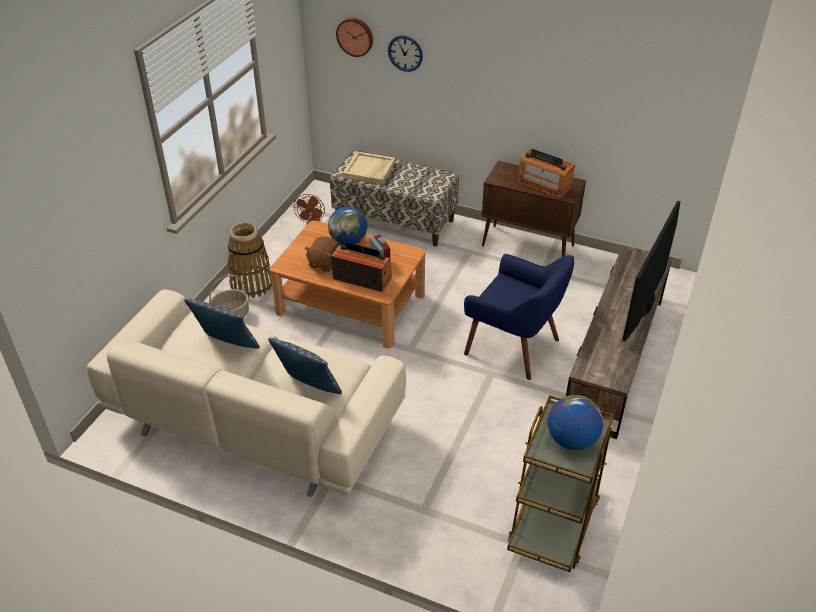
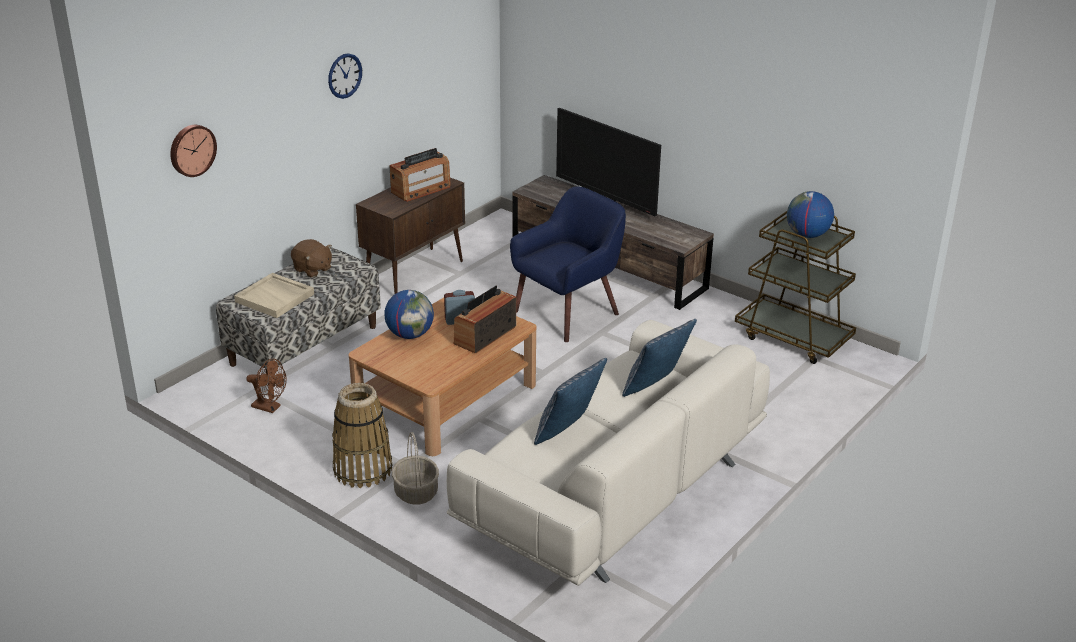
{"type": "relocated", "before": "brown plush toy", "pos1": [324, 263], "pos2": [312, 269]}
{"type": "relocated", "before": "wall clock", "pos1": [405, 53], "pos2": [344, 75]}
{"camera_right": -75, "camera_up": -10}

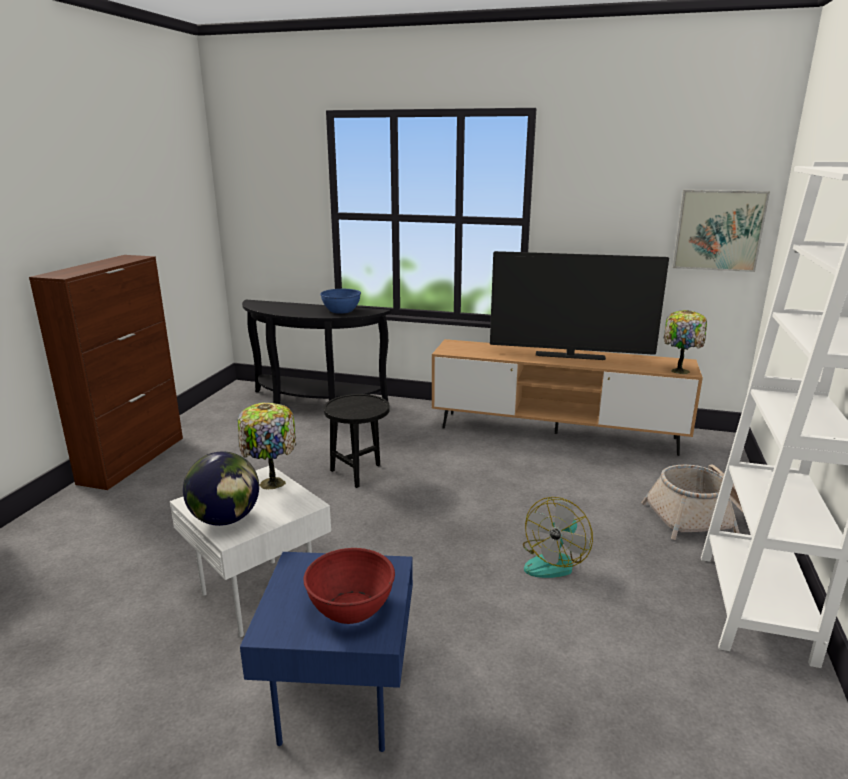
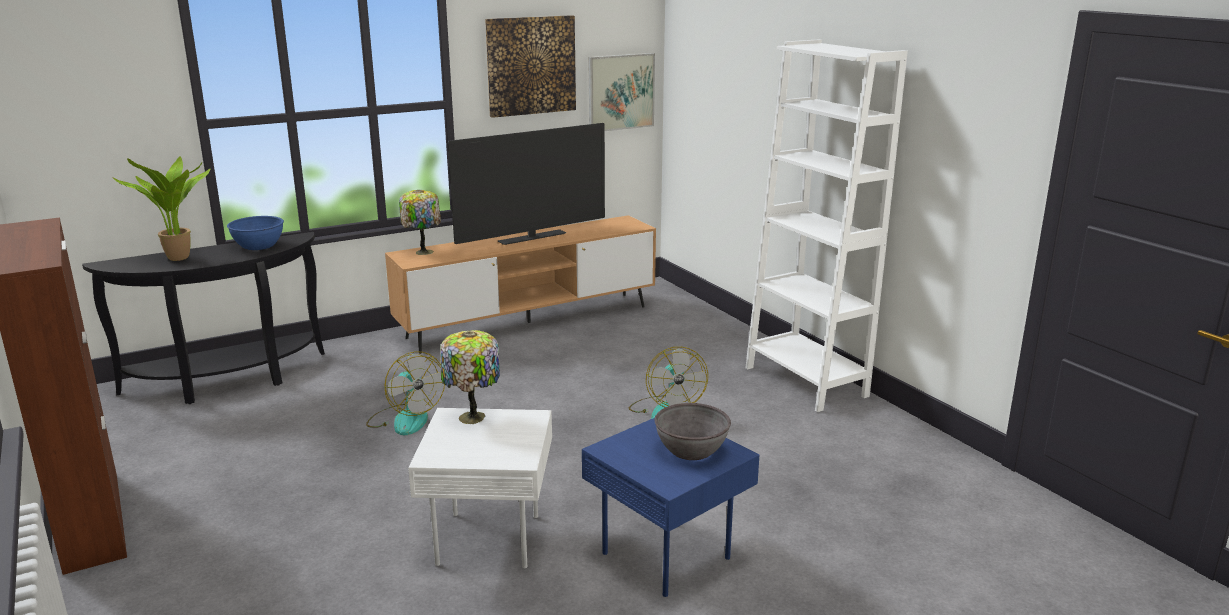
{"type": "missing", "before": "globe", "pos1": [225, 519]}
{"type": "missing", "before": "basket", "pos1": [700, 518]}
{"type": "appeared", "after": "potted plant", "pos2": [181, 259]}
{"type": "appeared", "after": "picture", "pos2": [531, 65]}
{"type": "relocated", "before": "table lamp", "pos1": [679, 370], "pos2": [423, 251]}
{"type": "exchanged", "before": "black side table", "after": "fan", "pos1": [359, 472], "pos2": [405, 419]}
{"type": "colour", "before": "red bowl", "after": "grey bowl", "pos1": [350, 607], "pos2": [691, 450]}
{"camera_right": -45, "camera_up": 0}

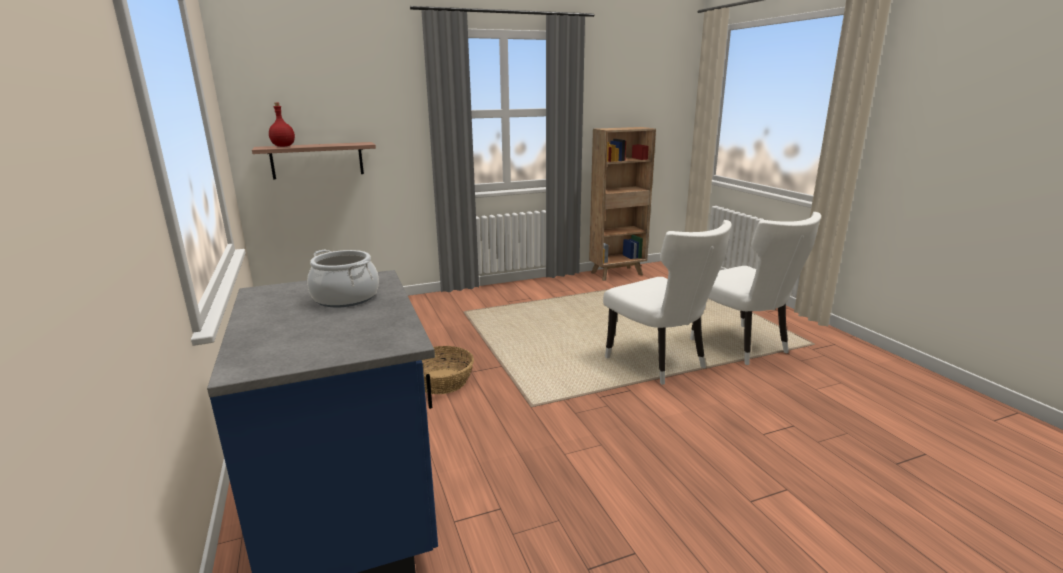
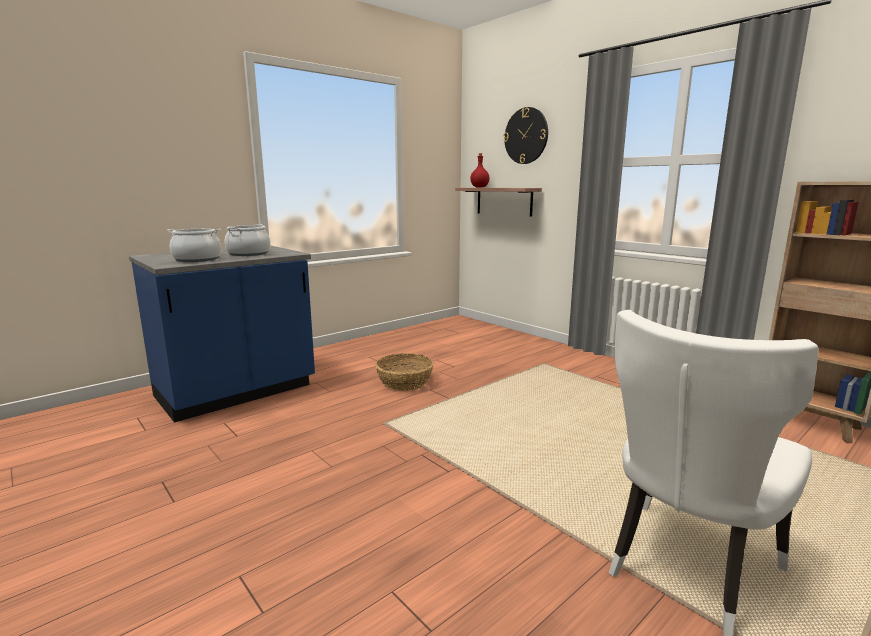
{"type": "missing", "before": "white chair", "pos1": [660, 363]}
{"type": "appeared", "after": "cooking pot", "pos2": [197, 259]}
{"type": "appeared", "after": "wall clock", "pos2": [526, 136]}
{"camera_right": 70, "camera_up": -5}

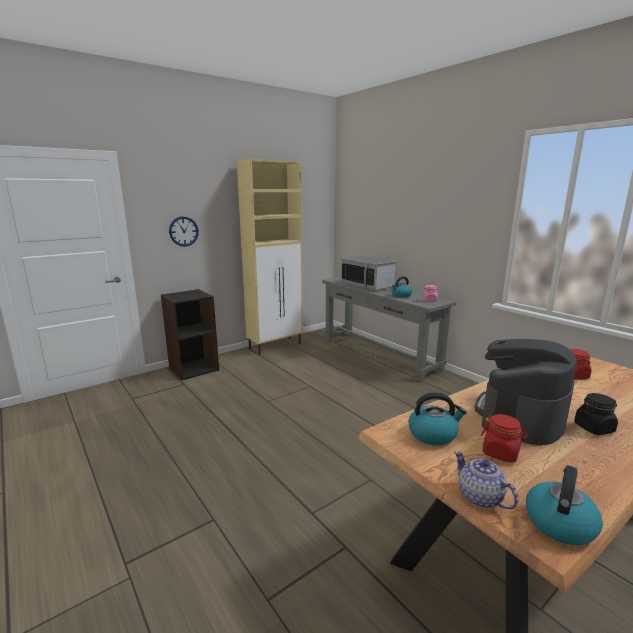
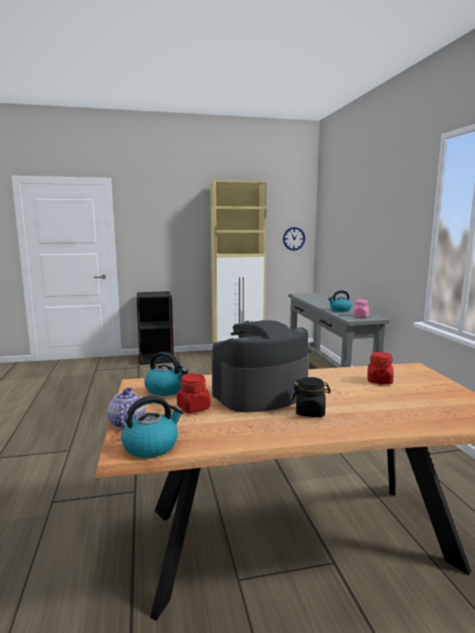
{"type": "missing", "before": "microwave", "pos1": [367, 286]}
{"type": "relocated", "before": "wall clock", "pos1": [183, 231], "pos2": [294, 238]}
{"camera_right": 25, "camera_up": -5}

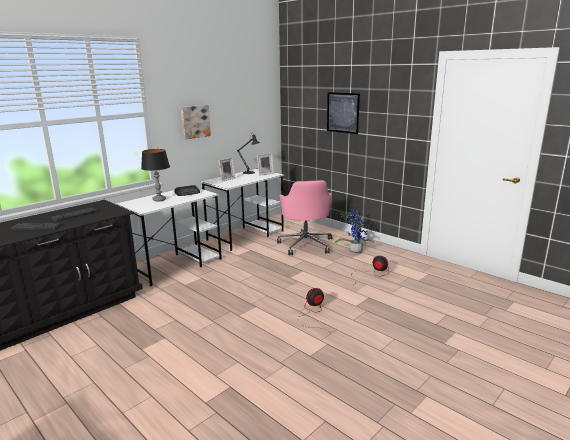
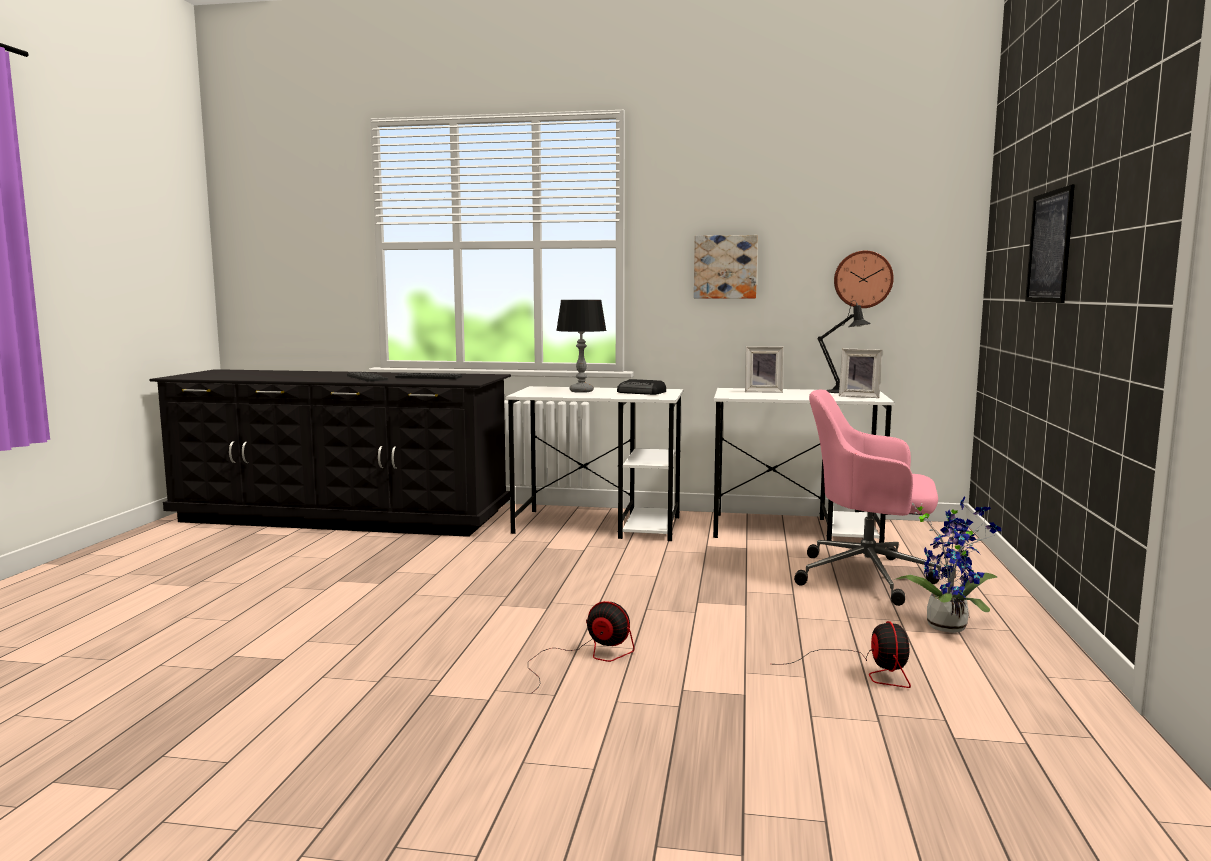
{"type": "appeared", "after": "wall clock", "pos2": [862, 279]}
{"type": "spun", "before": "pink office chair", "pos1": [306, 244], "pos2": [868, 577], "turn": 60}
{"camera_right": 55, "camera_up": -10}

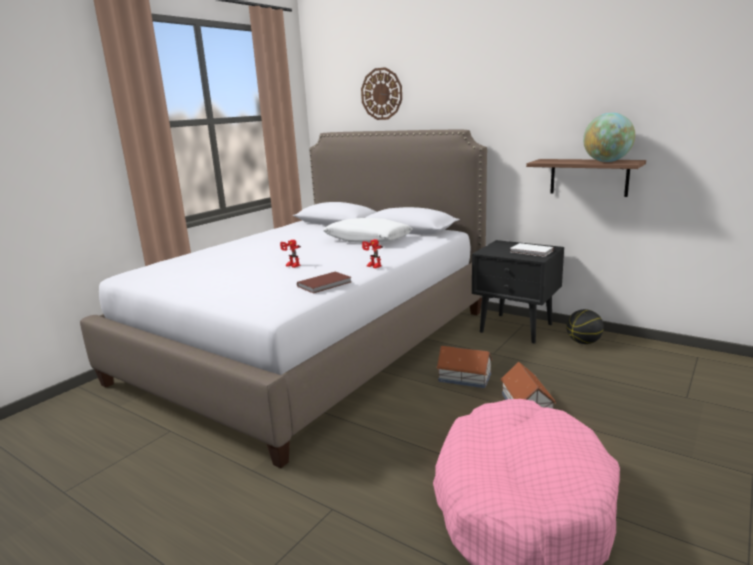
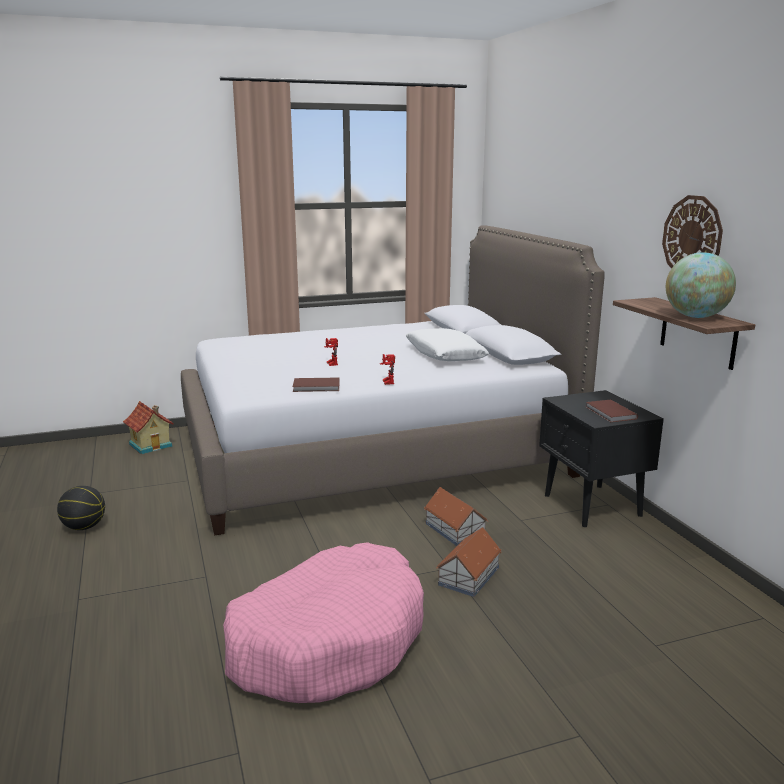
{"type": "appeared", "after": "toy house", "pos2": [151, 445]}
{"type": "relocated", "before": "wall clock", "pos1": [381, 94], "pos2": [692, 237]}
{"type": "relocated", "before": "basketball", "pos1": [583, 342], "pos2": [84, 527]}
{"type": "colour", "before": "white book", "after": "brown book", "pos1": [531, 251], "pos2": [610, 413]}
{"camera_right": 35, "camera_up": 0}

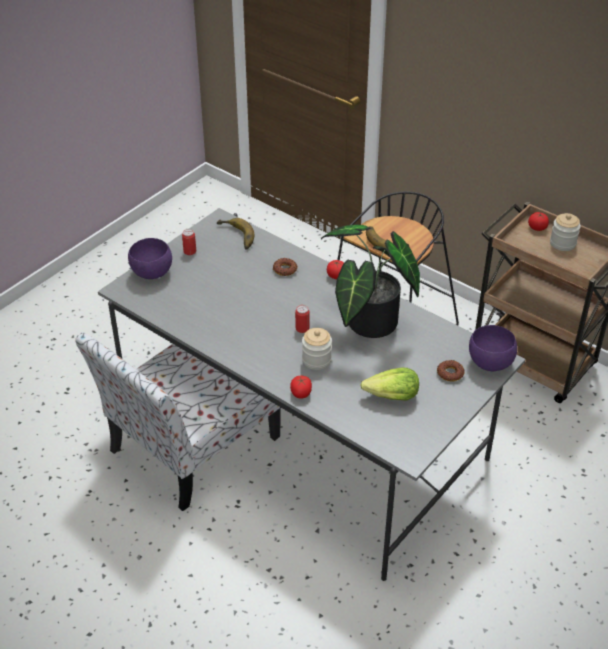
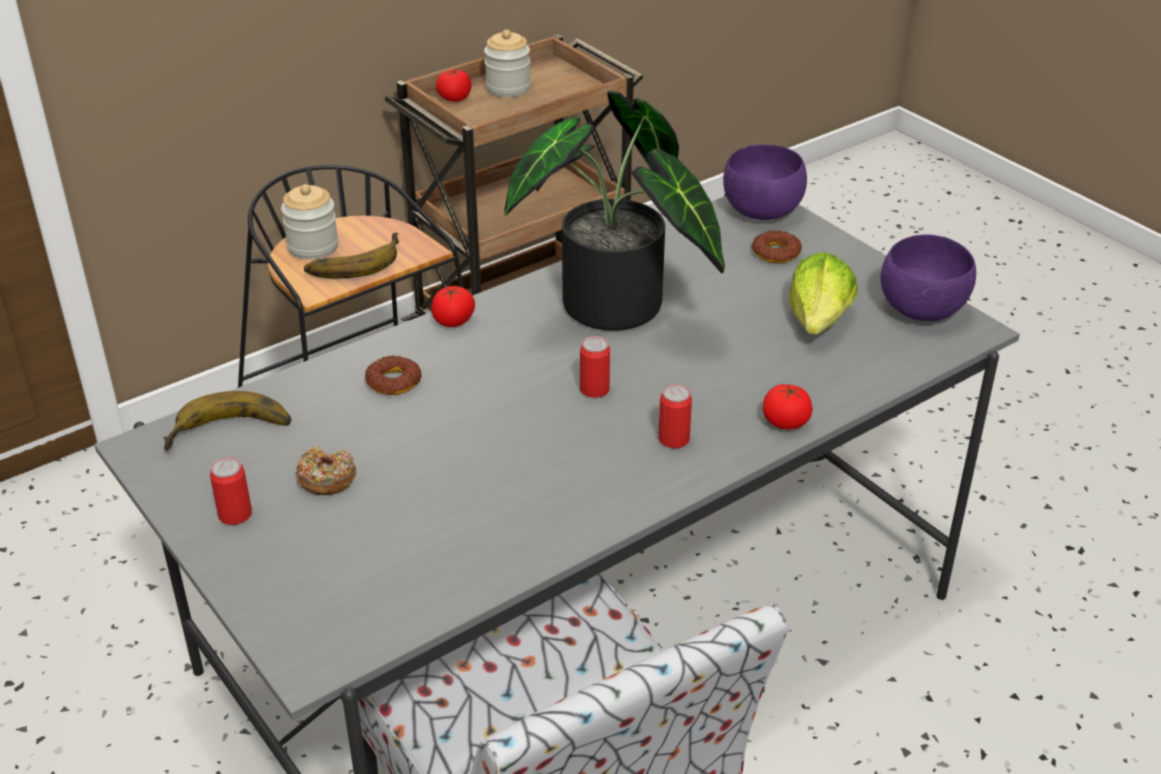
{"type": "appeared", "after": "donut", "pos2": [326, 479]}
{"type": "appeared", "after": "can", "pos2": [673, 439]}
{"type": "relocated", "before": "purple bowl", "pos1": [151, 273], "pos2": [924, 311]}
{"type": "relocated", "before": "jar", "pos1": [316, 360], "pos2": [313, 247]}
{"camera_right": -75, "camera_up": -5}

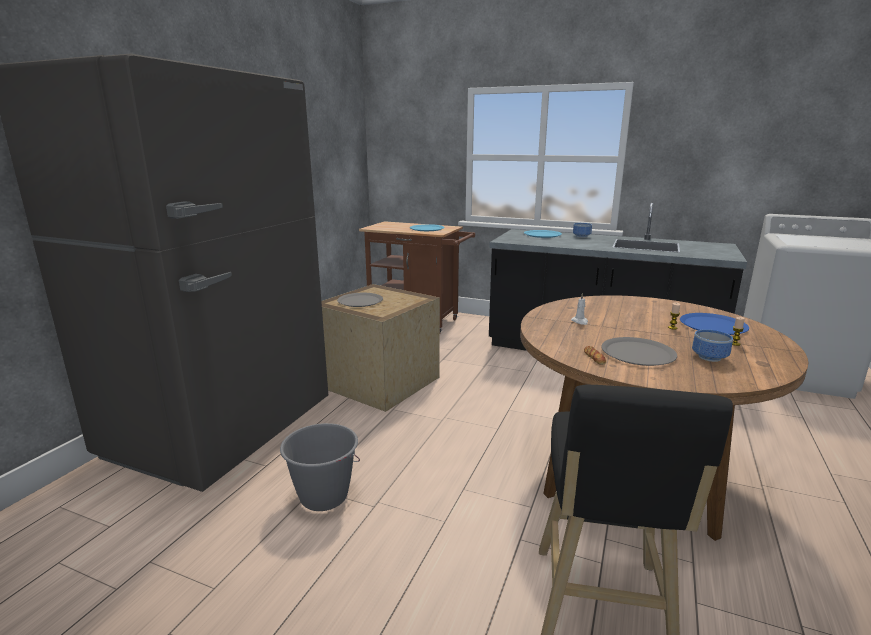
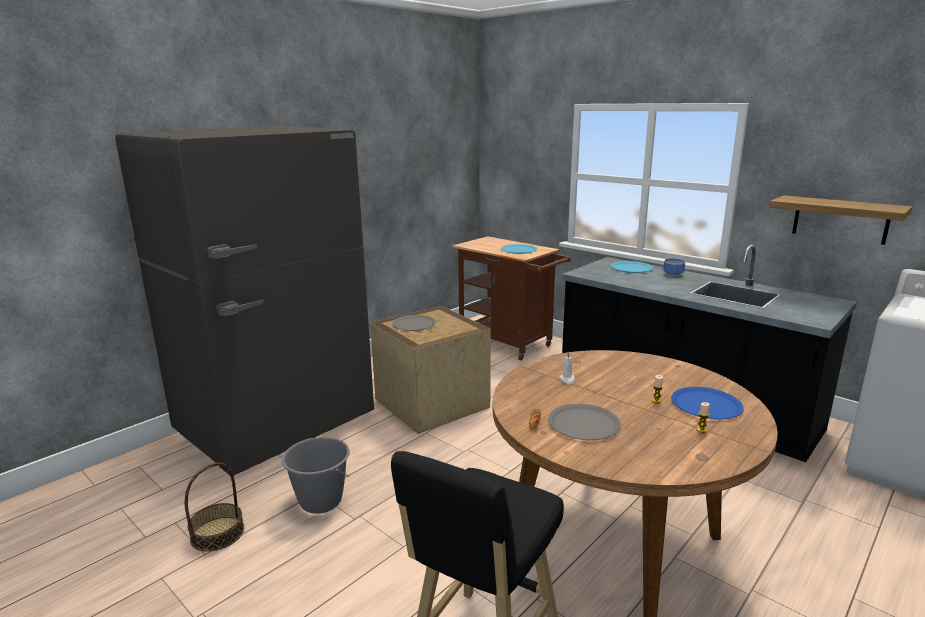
{"type": "missing", "before": "bowl", "pos1": [708, 357]}
{"type": "appeared", "after": "basket", "pos2": [217, 533]}
{"type": "appeared", "after": "shelf", "pos2": [840, 219]}
{"camera_right": 20, "camera_up": 0}

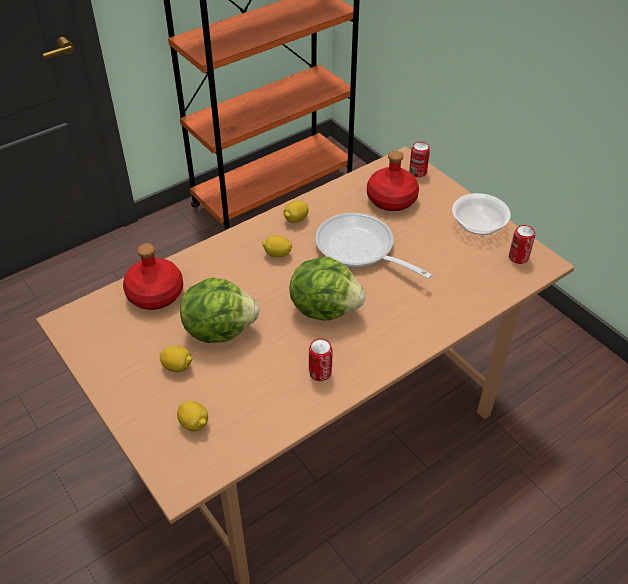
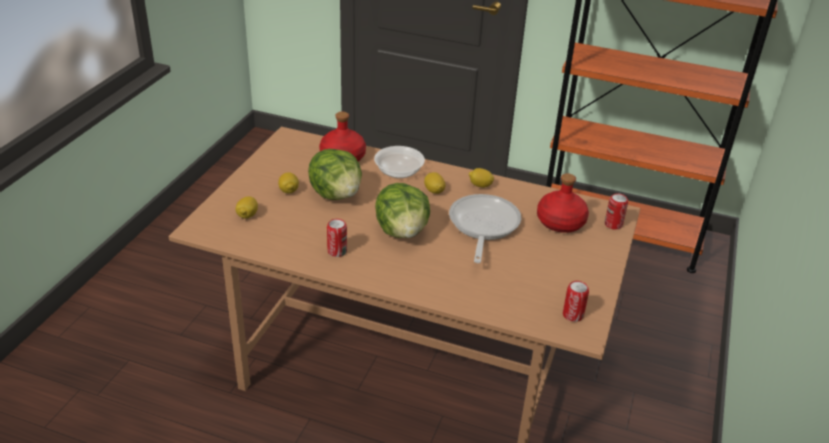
{"type": "relocated", "before": "bowl", "pos1": [478, 225], "pos2": [399, 172]}
{"camera_right": 55, "camera_up": -10}

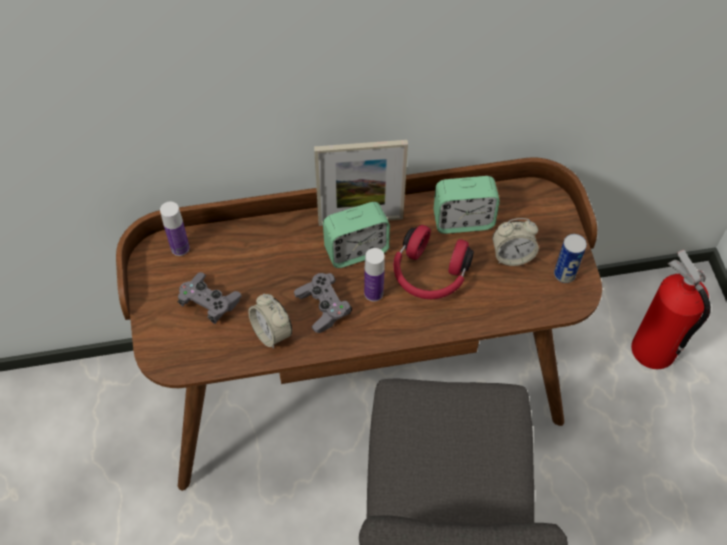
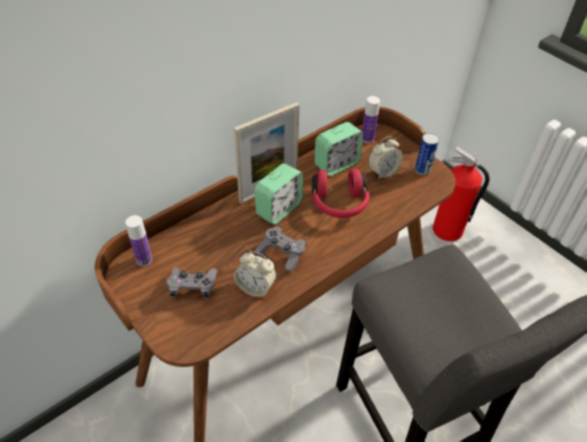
{"type": "relocated", "before": "bottle", "pos1": [373, 293], "pos2": [367, 138]}
{"camera_right": -30, "camera_up": -10}

